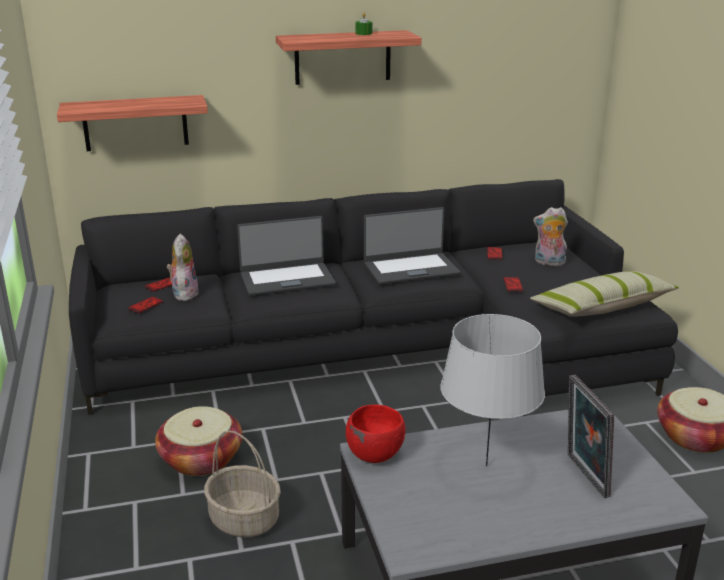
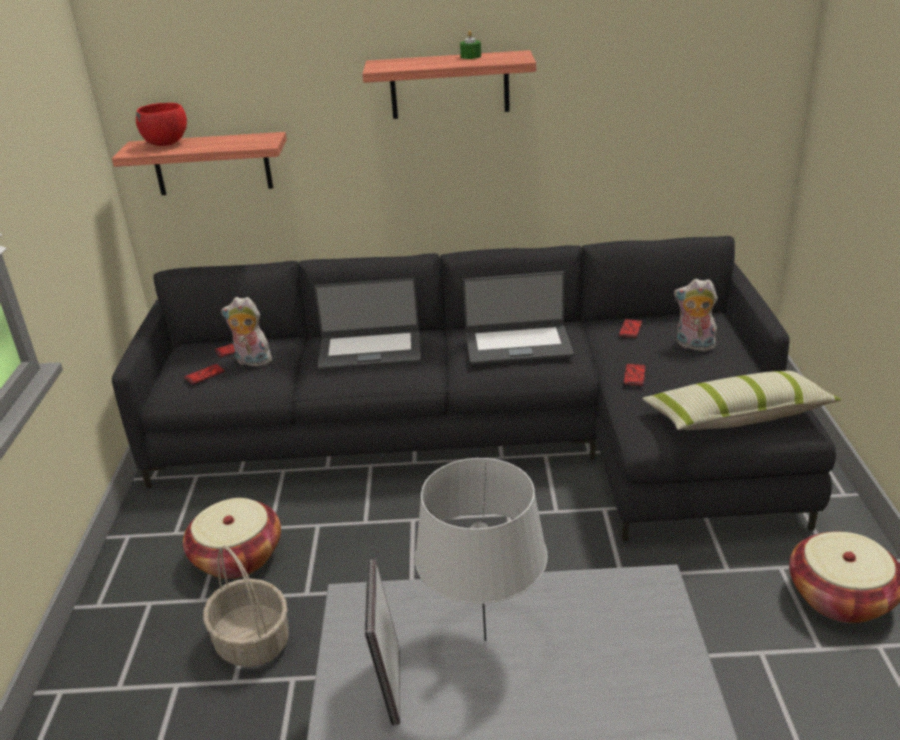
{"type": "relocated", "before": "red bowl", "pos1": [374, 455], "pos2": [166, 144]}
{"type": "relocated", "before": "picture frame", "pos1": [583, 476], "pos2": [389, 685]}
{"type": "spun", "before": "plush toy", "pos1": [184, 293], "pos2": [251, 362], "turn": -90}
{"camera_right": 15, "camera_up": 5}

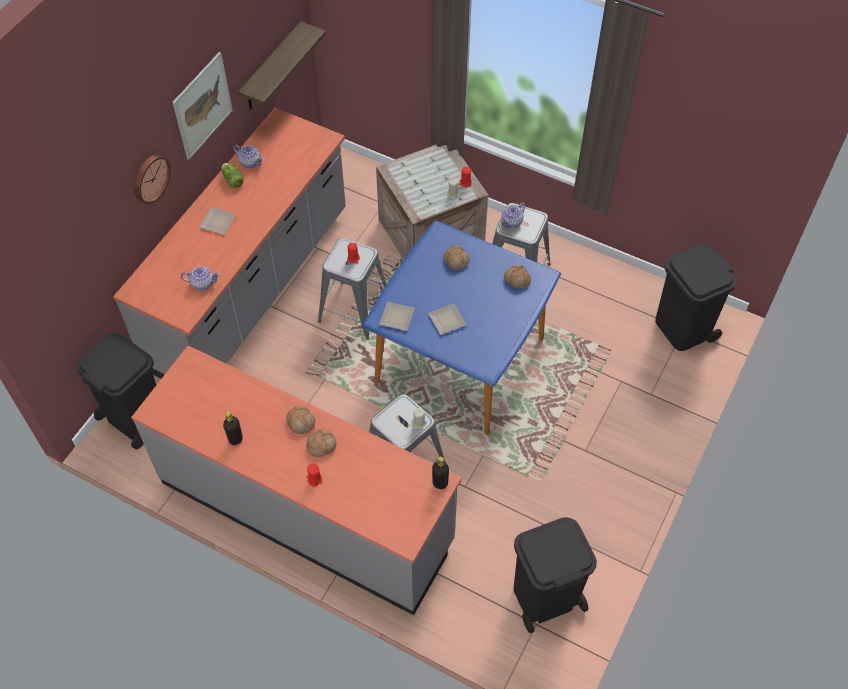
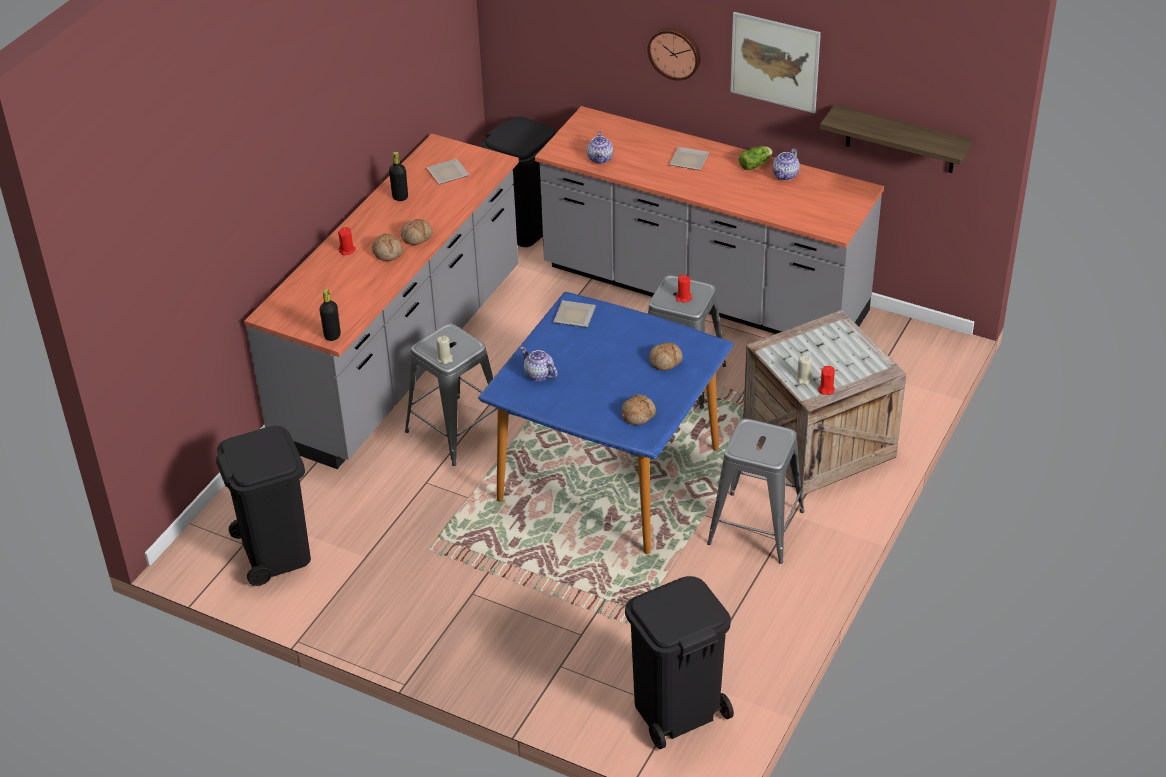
{"type": "relocated", "before": "plate", "pos1": [448, 321], "pos2": [447, 174]}
{"type": "relocated", "before": "teapot", "pos1": [512, 222], "pos2": [538, 374]}
{"camera_right": 90, "camera_up": -15}

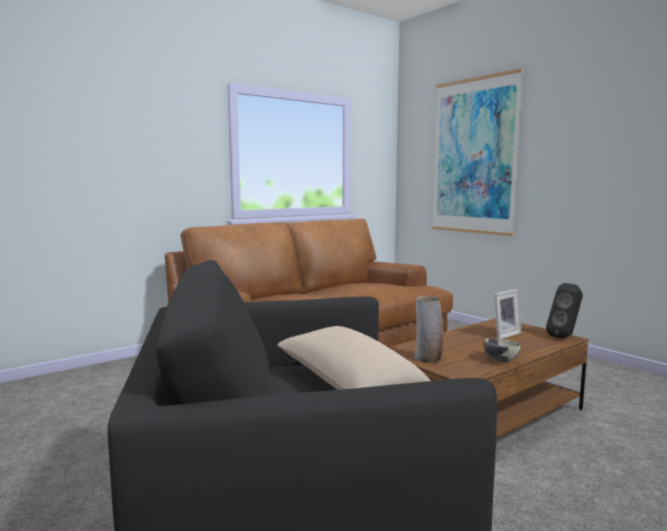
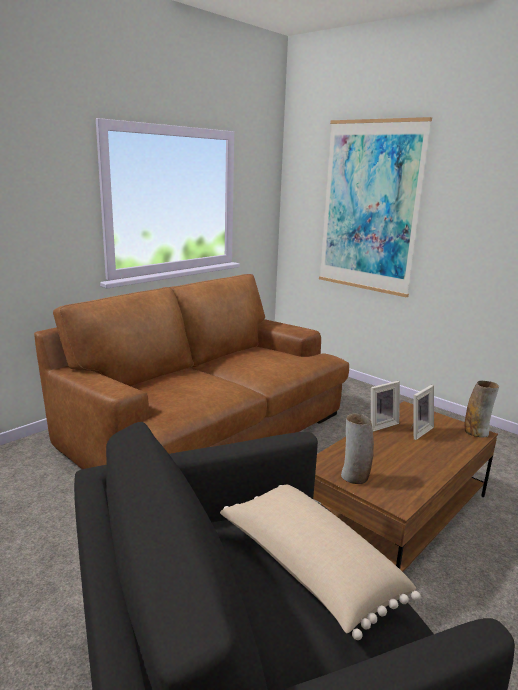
{"type": "missing", "before": "bowl", "pos1": [500, 360]}
{"type": "appeared", "after": "picture frame", "pos2": [380, 424]}
{"type": "exchanged", "before": "black speaker", "after": "vase", "pos1": [565, 337], "pos2": [476, 432]}
{"camera_right": -10, "camera_up": 10}

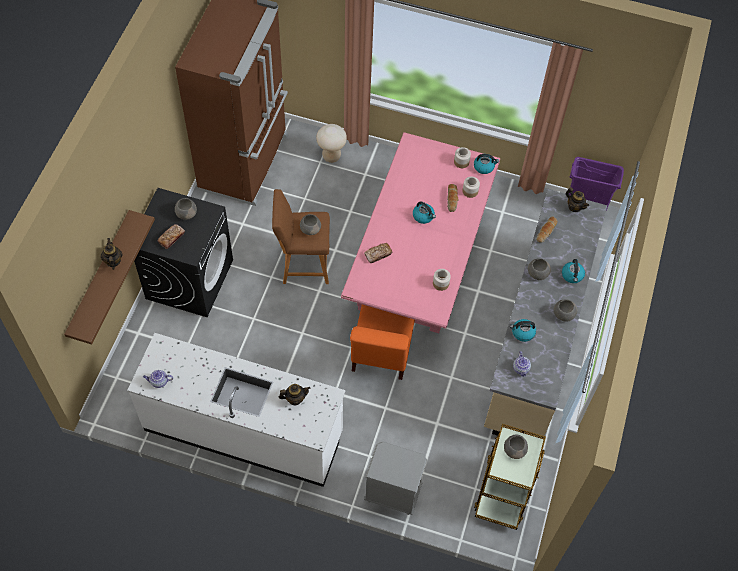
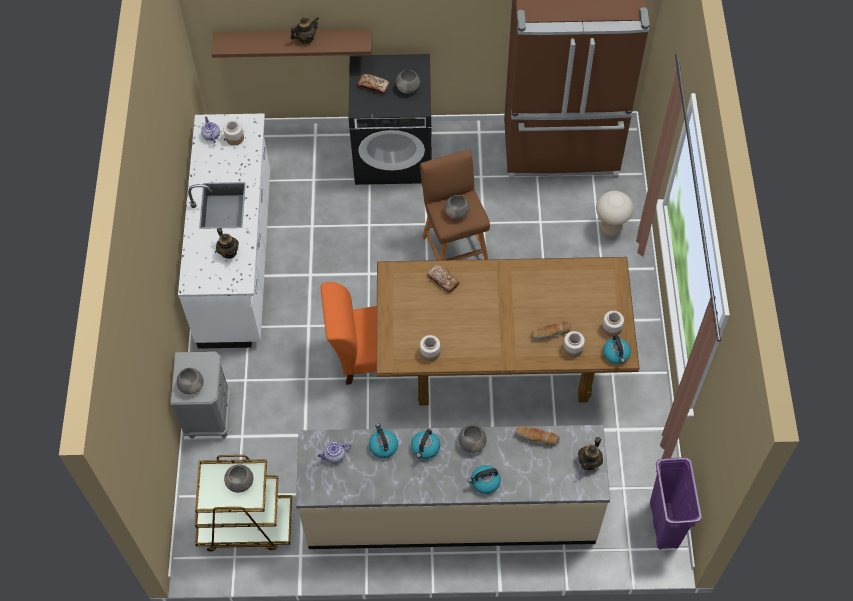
{"type": "appeared", "after": "jar", "pos2": [234, 138]}
{"type": "relocated", "before": "kettle", "pos1": [423, 216], "pos2": [425, 448]}
{"type": "relocated", "before": "grey bowl", "pos1": [563, 314], "pos2": [191, 385]}
{"type": "colour", "before": "pink dining table", "after": "brown dining table", "pos1": [418, 264], "pos2": [502, 358]}
{"camera_right": 75, "camera_up": 0}

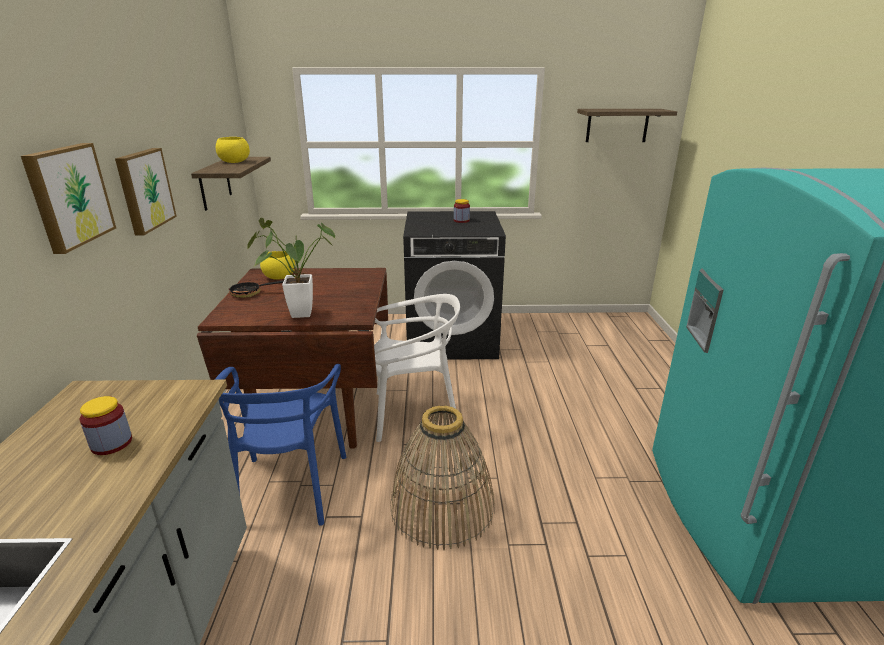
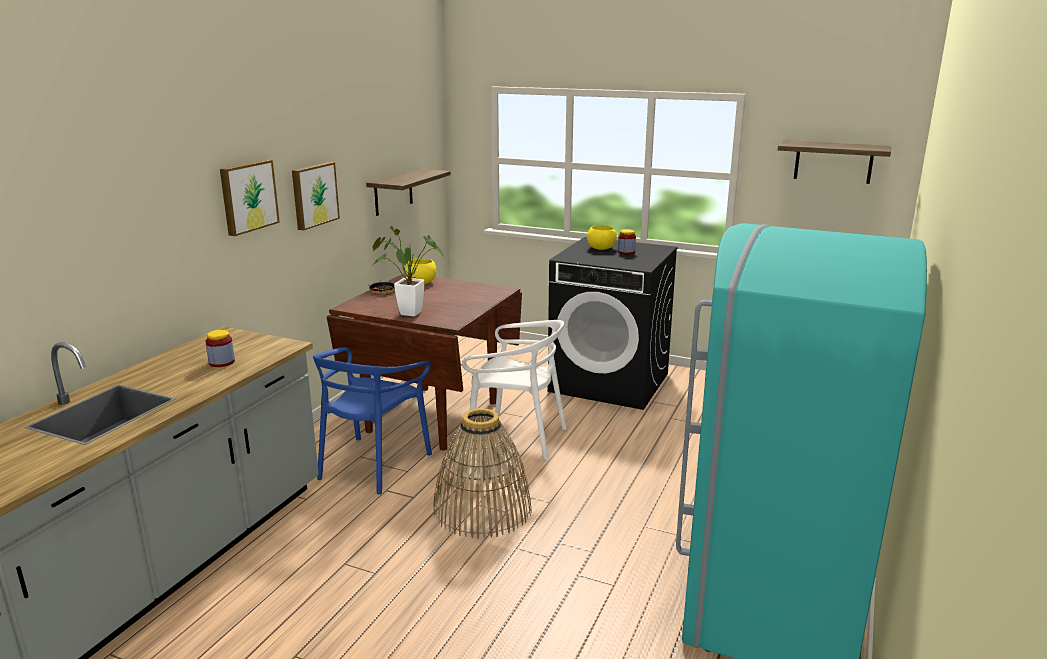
{"type": "relocated", "before": "yellow bowl", "pos1": [234, 162], "pos2": [601, 248]}
{"camera_right": 25, "camera_up": -5}

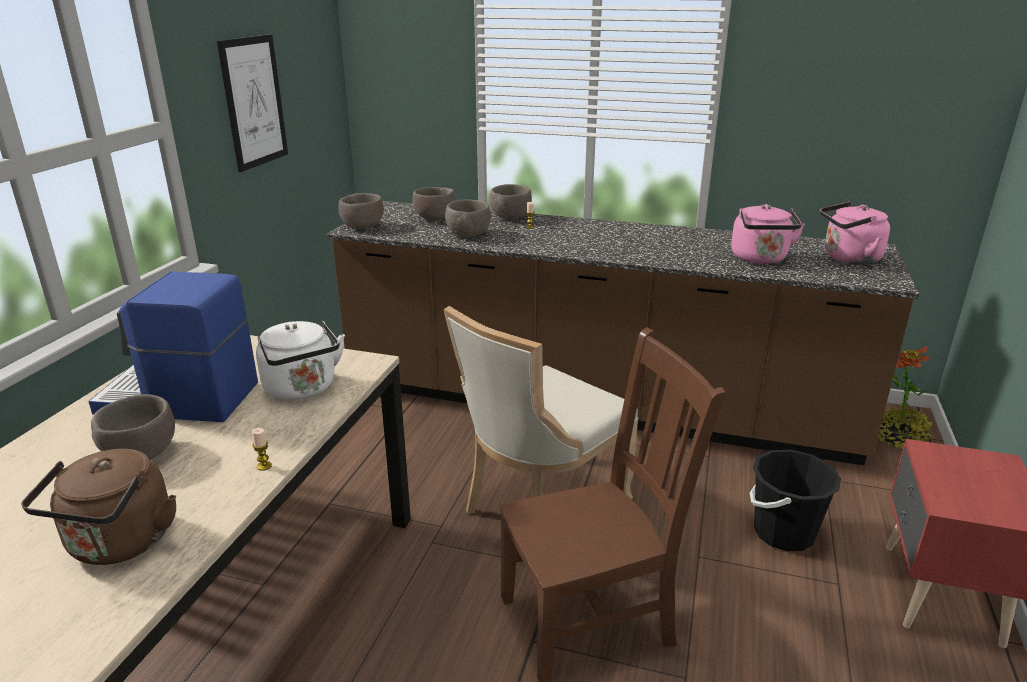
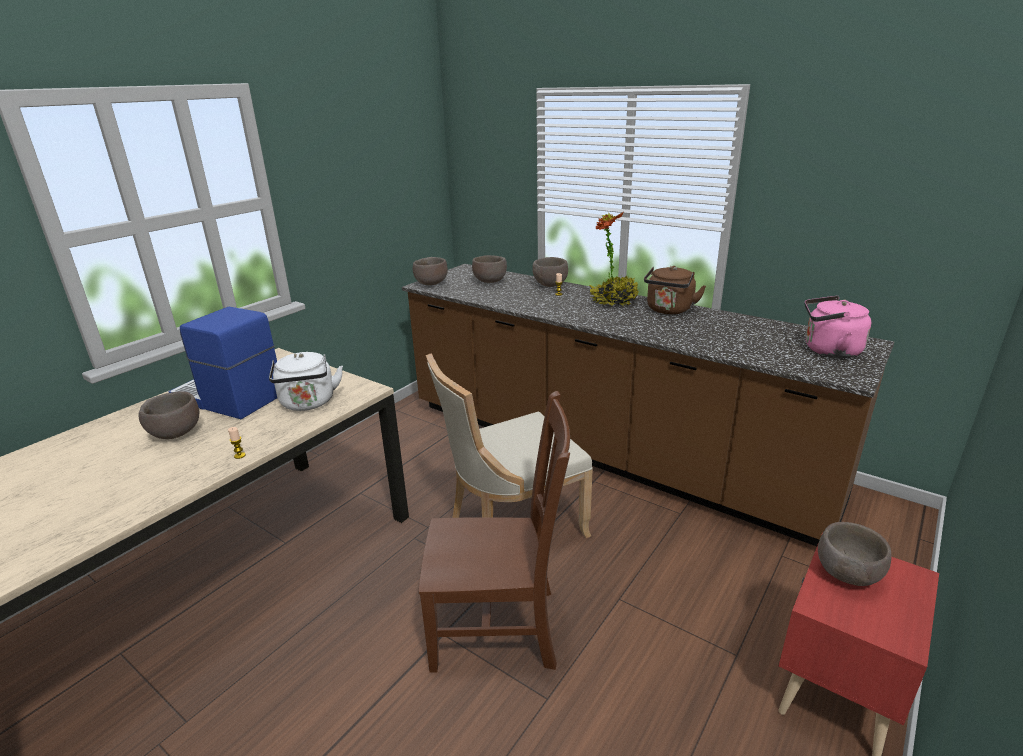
{"type": "missing", "before": "picture", "pos1": [254, 102]}
{"type": "missing", "before": "pink kettle", "pos1": [760, 259]}
{"type": "missing", "before": "black bucket", "pos1": [783, 533]}
{"type": "relocated", "before": "brown kettle", "pos1": [119, 544], "pos2": [669, 310]}
{"type": "relocated", "before": "brown bowl", "pos1": [468, 235], "pos2": [846, 574]}
{"type": "relocated", "before": "potted plant", "pos1": [898, 438], "pos2": [614, 301]}
{"camera_right": 20, "camera_up": 0}

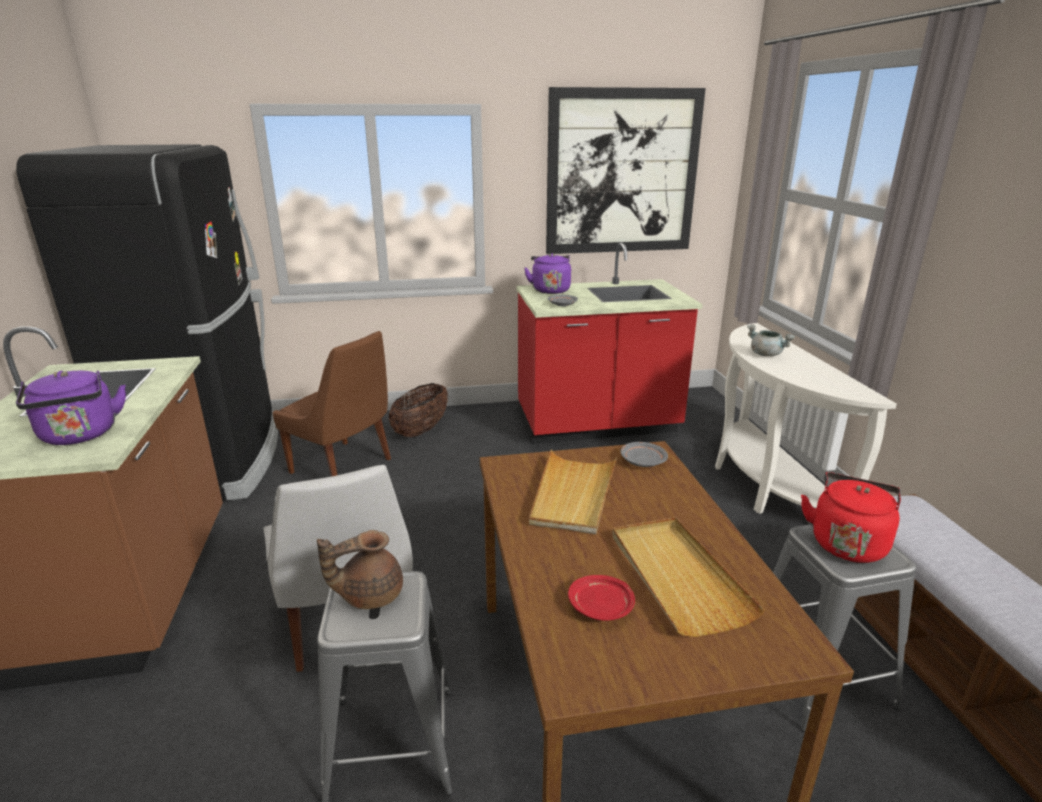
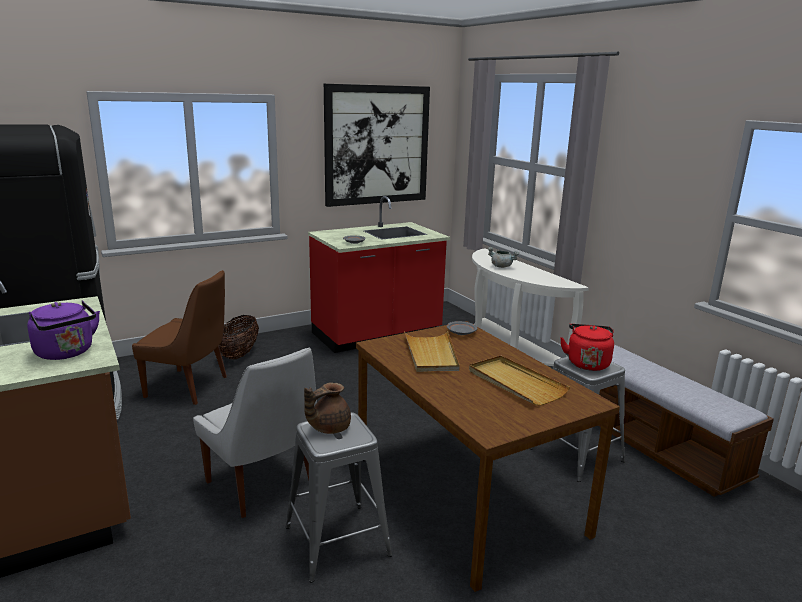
{"type": "missing", "before": "purple kettle", "pos1": [550, 290]}
{"type": "missing", "before": "red plate", "pos1": [601, 607]}
{"camera_right": -20, "camera_up": -5}

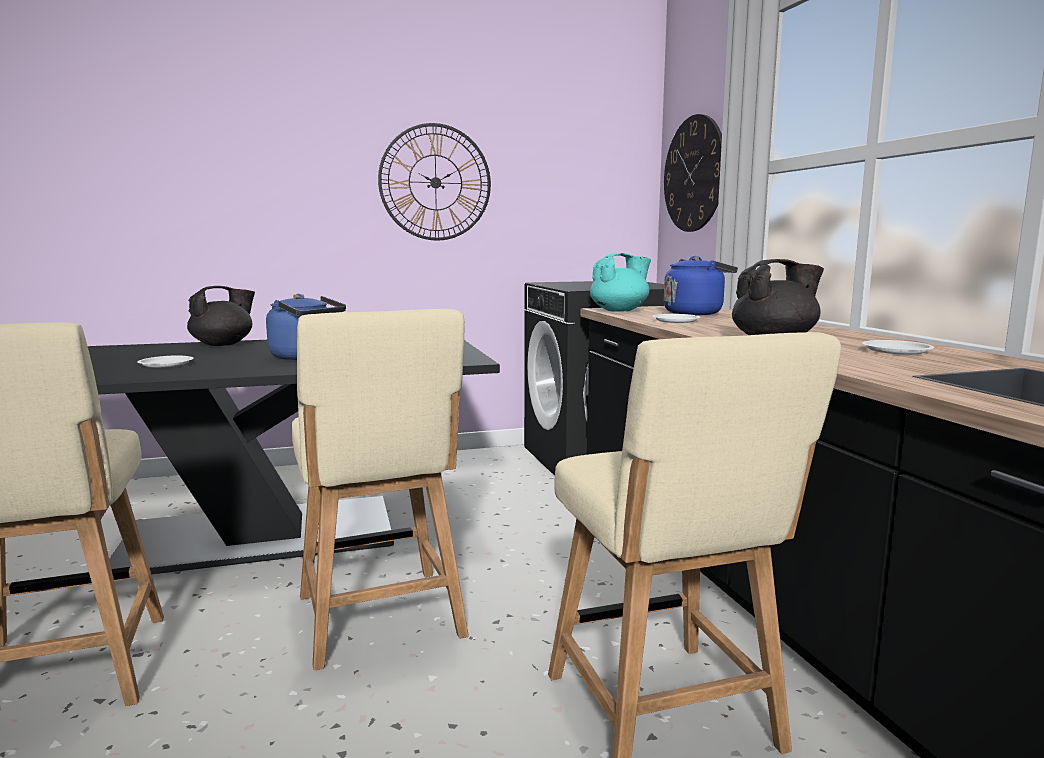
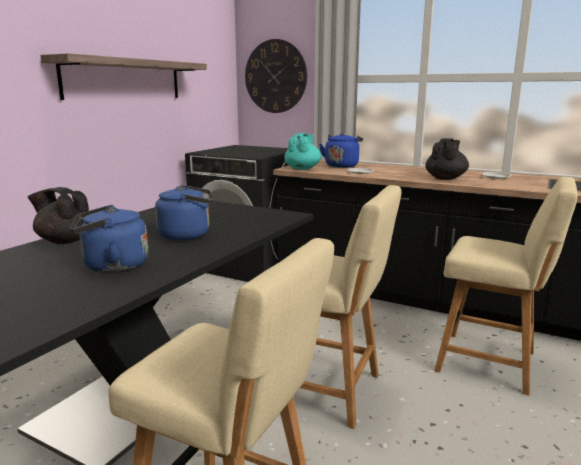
{"type": "exchanged", "before": "white plate", "after": "blue kettle", "pos1": [166, 364], "pos2": [112, 267]}
{"type": "exchanged", "before": "wall clock", "after": "shelf", "pos1": [435, 182], "pos2": [124, 79]}
{"type": "spun", "before": "black teapot", "pos1": [223, 344], "pos2": [65, 241], "turn": -75}
{"camera_right": -45, "camera_up": 5}

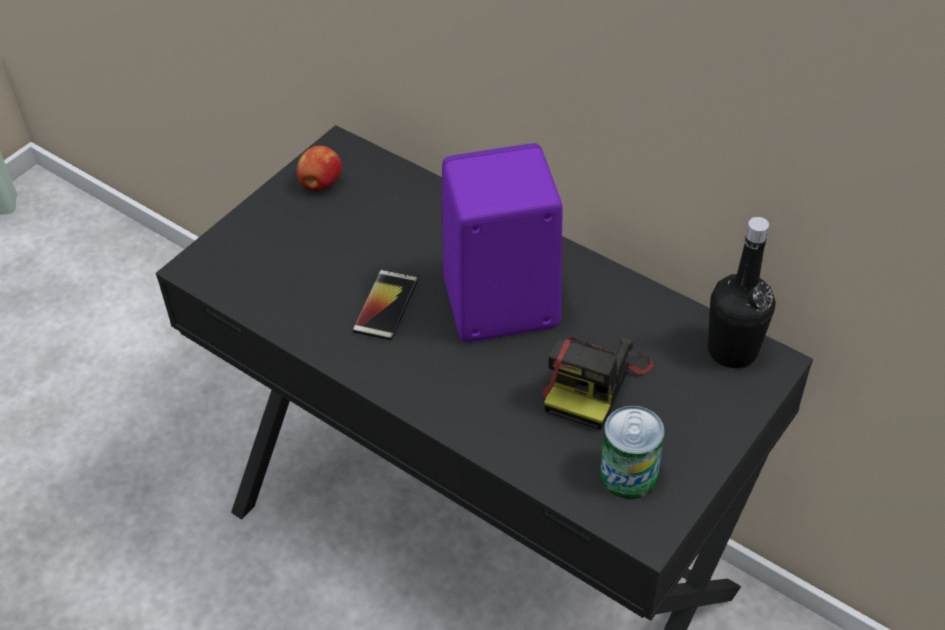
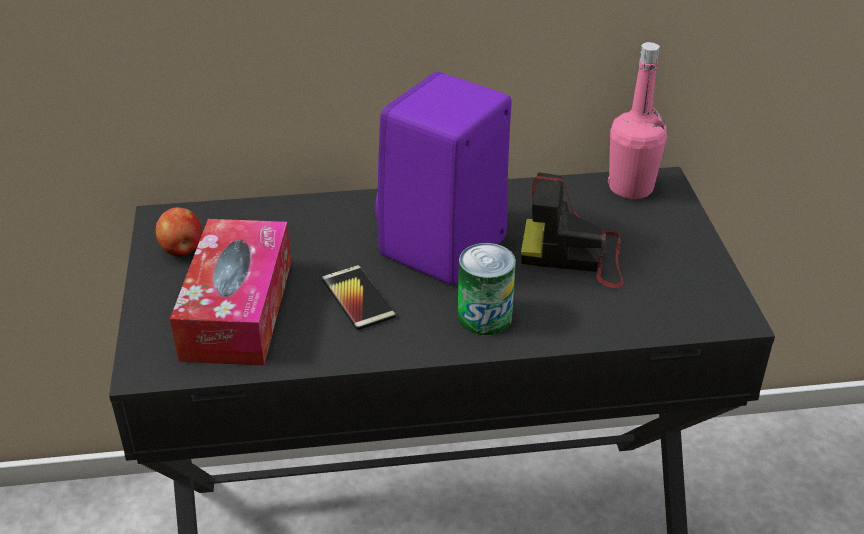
{"type": "appeared", "after": "tissue box", "pos2": [237, 309]}
{"type": "relocated", "before": "can", "pos1": [628, 475], "pos2": [484, 317]}
{"type": "colour", "before": "black bottle", "after": "pink bottle", "pos1": [732, 350], "pos2": [630, 188]}
{"type": "spun", "before": "photo camera", "pos1": [593, 382], "pos2": [575, 255], "turn": 120}
{"camera_right": -45, "camera_up": -10}

